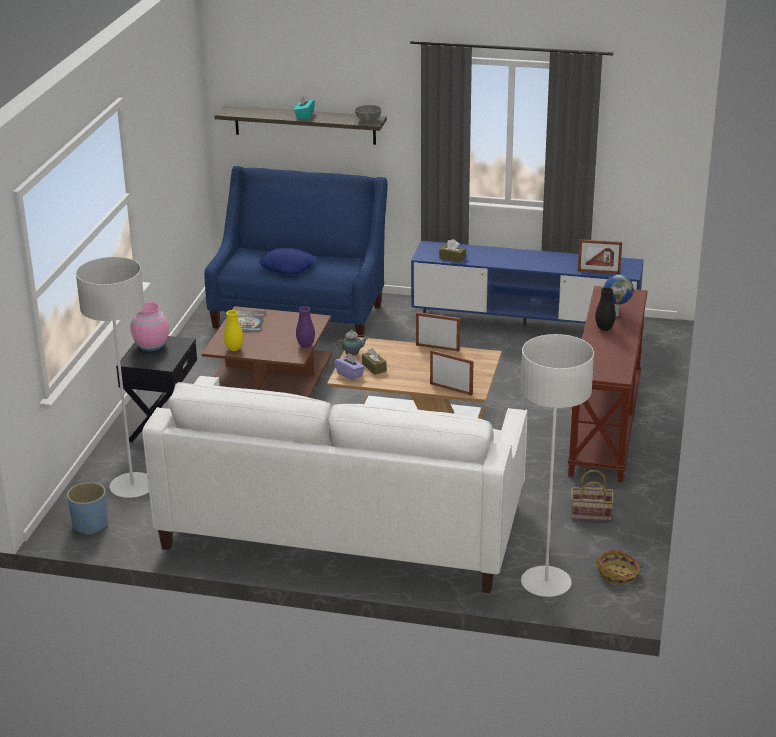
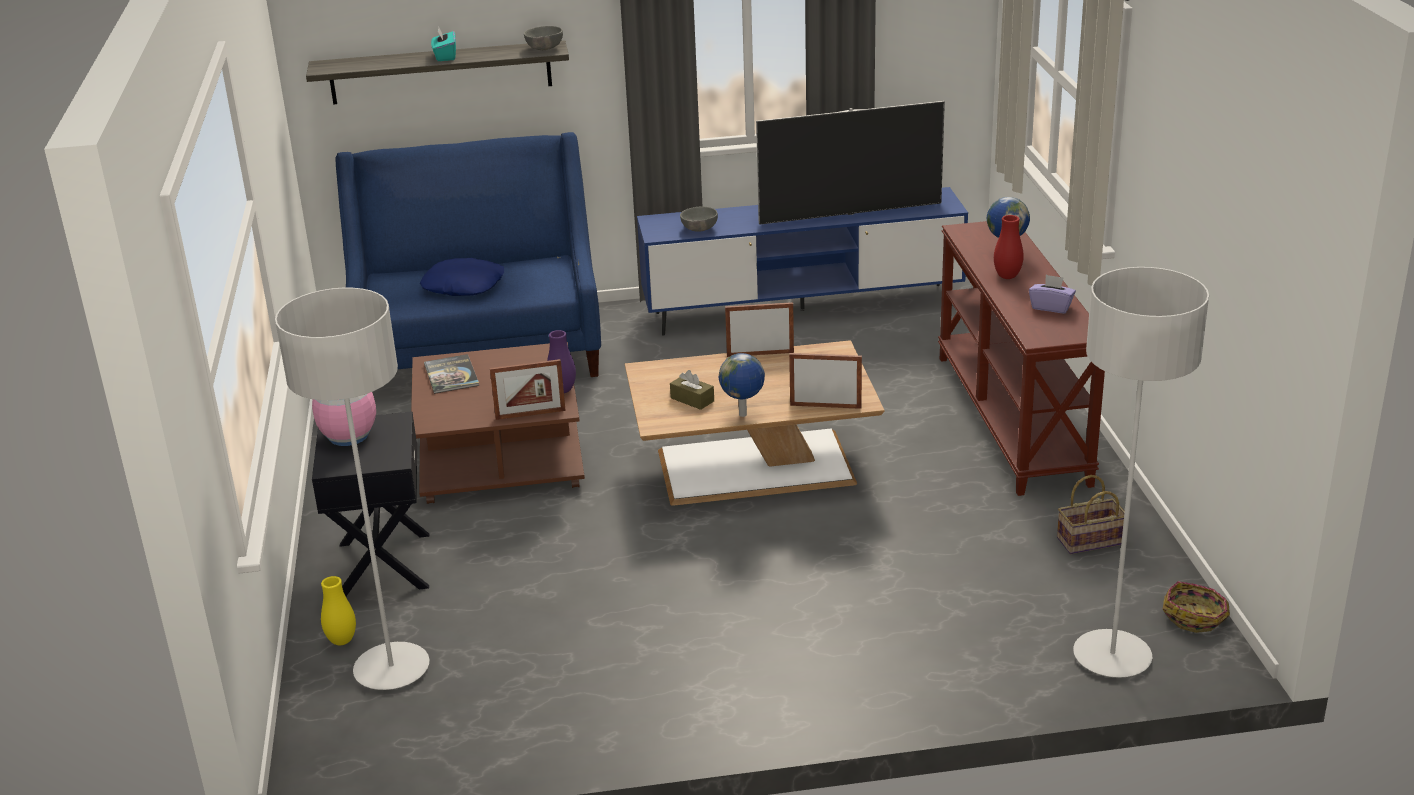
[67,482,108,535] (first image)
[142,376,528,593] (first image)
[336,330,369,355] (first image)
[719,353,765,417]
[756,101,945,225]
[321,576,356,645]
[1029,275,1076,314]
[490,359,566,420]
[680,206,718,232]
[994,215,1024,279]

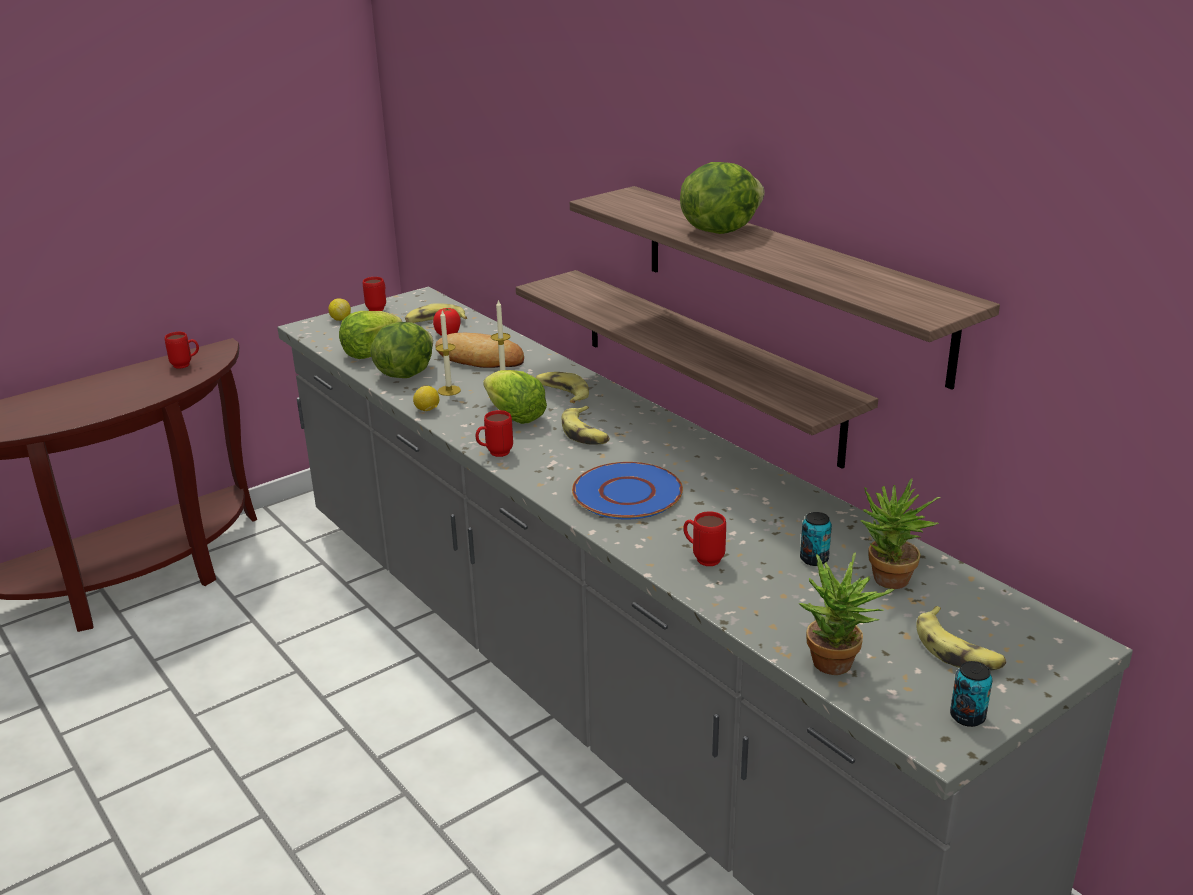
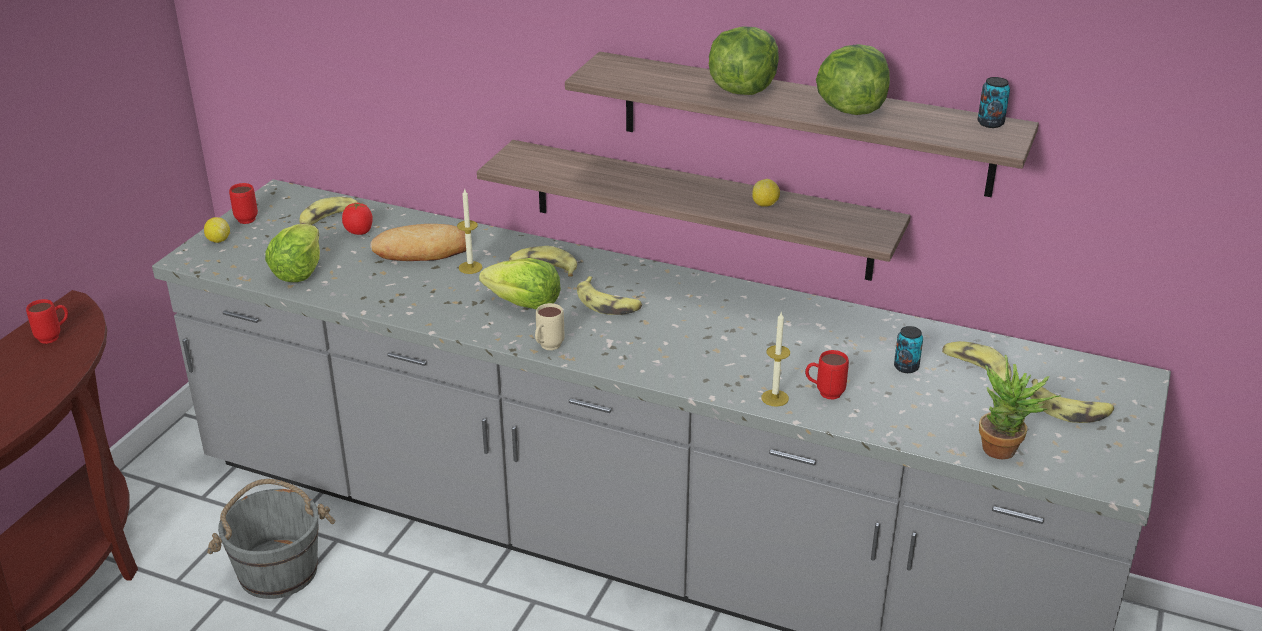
[572,462,683,520] (first image)
[207,479,335,599]
[816,44,890,115]
[752,179,780,207]
[761,312,790,407]
[978,77,1010,128]
[942,341,1012,388]
[535,303,564,350]

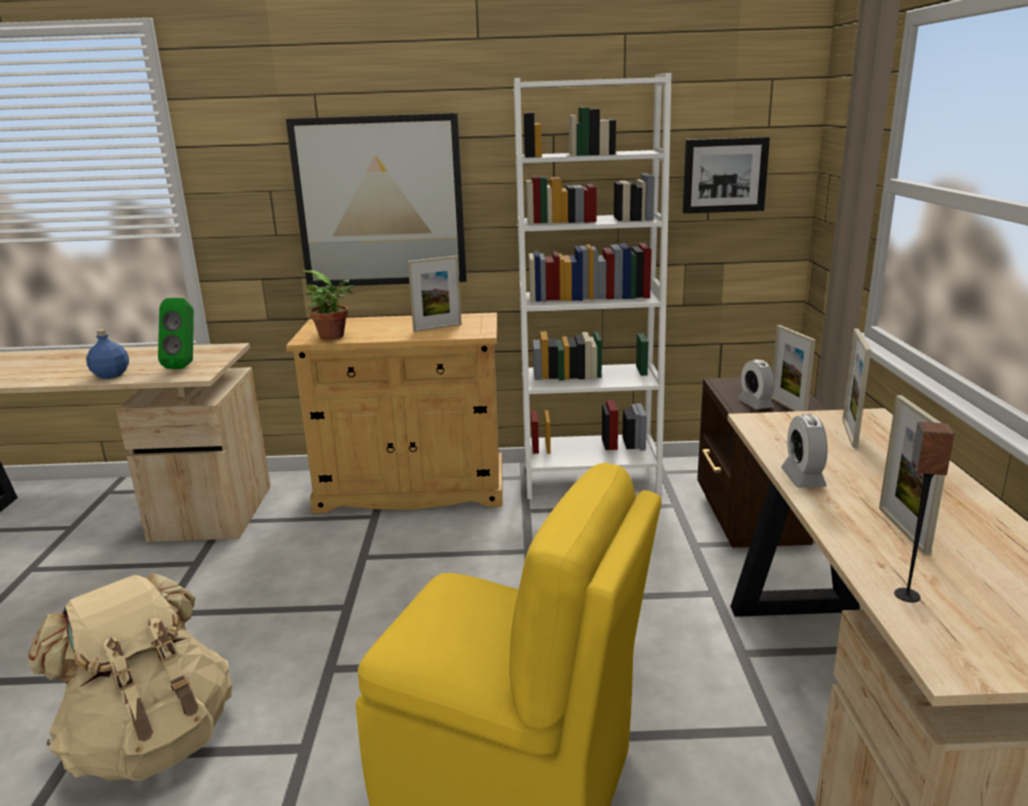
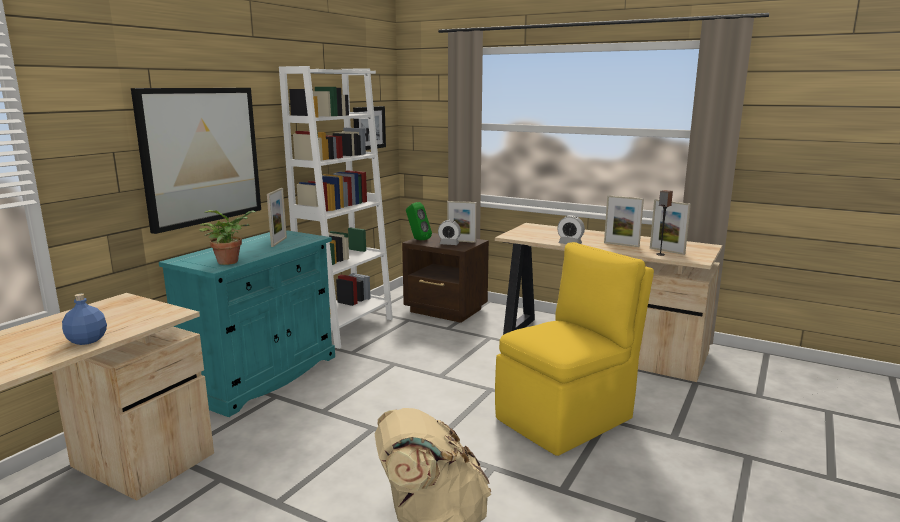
[406,202,432,240]
[650,199,691,255]
[159,230,335,417]

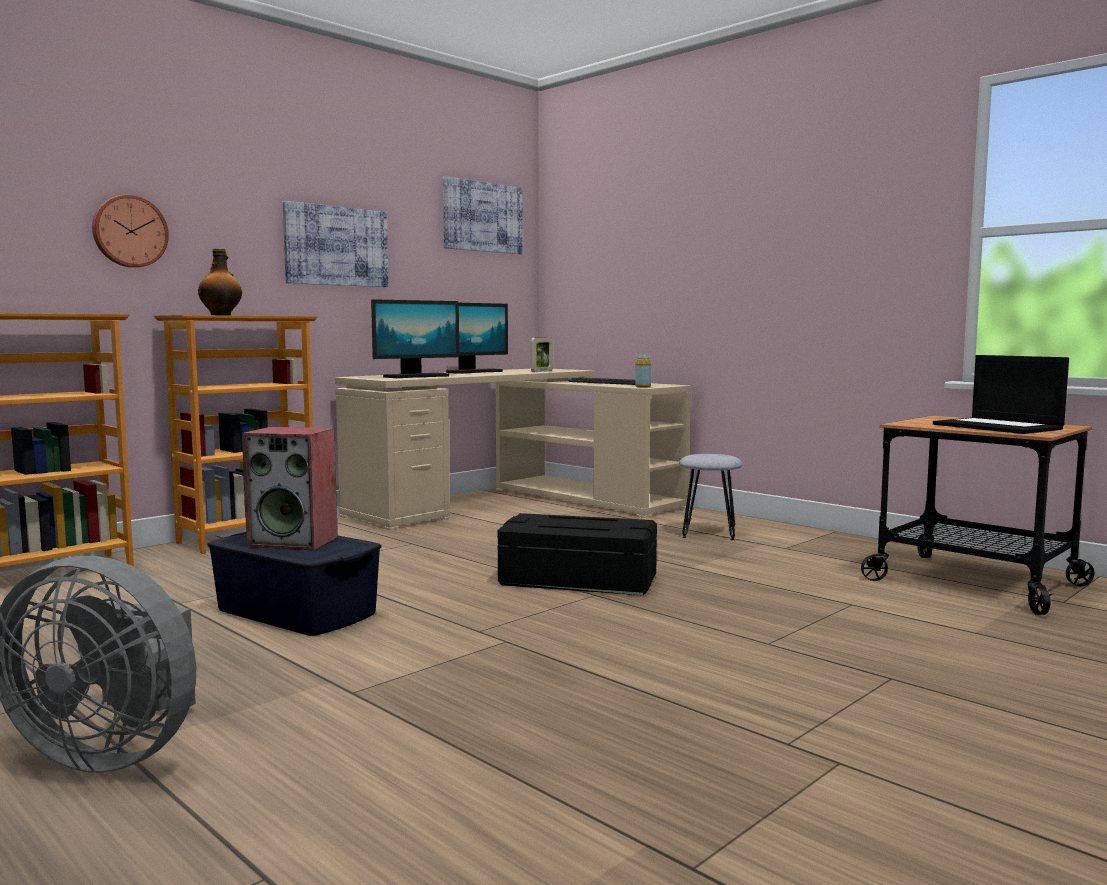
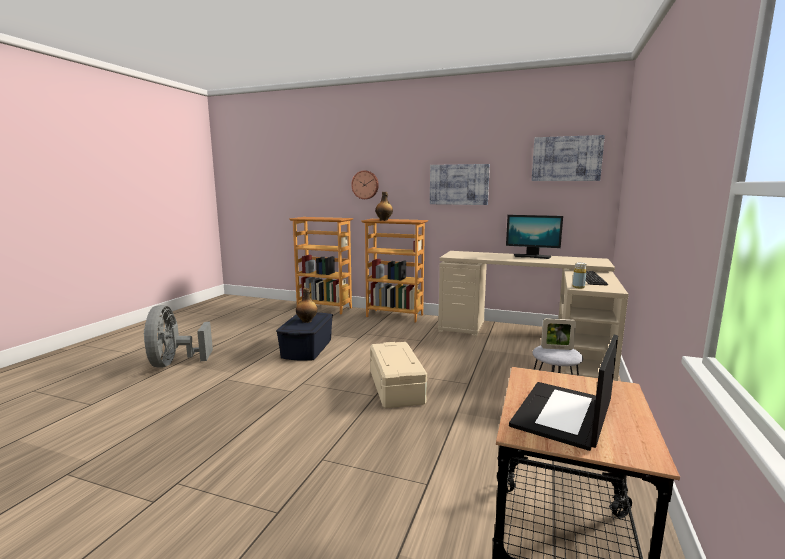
[371,299,459,378] (first image)
[541,318,576,350]
[296,288,318,323]
[370,342,427,408]

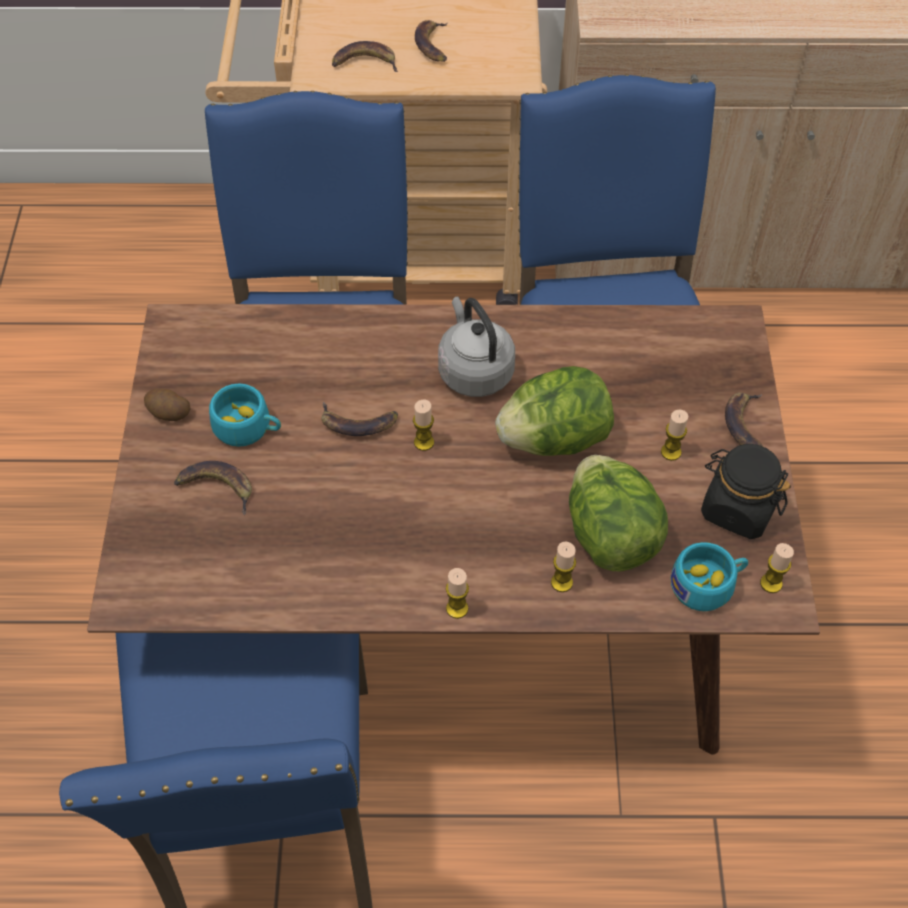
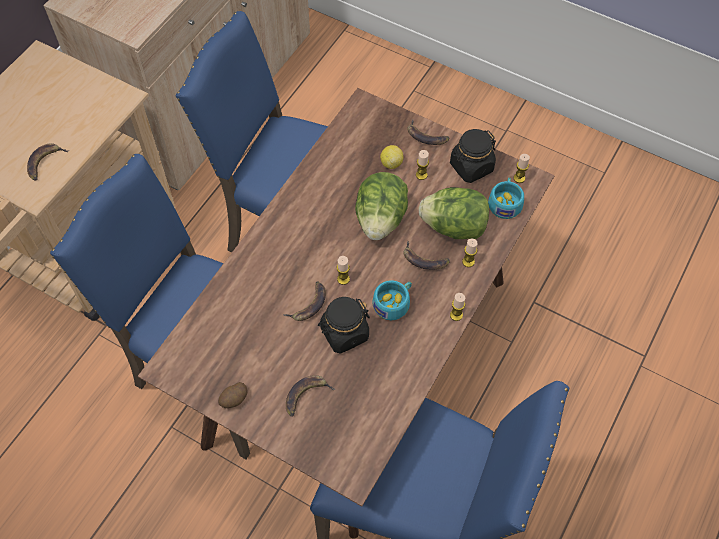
[438,296,515,397] (first image)
[318,297,370,353]
[380,145,403,169]
[372,280,412,320]
[403,240,450,270]

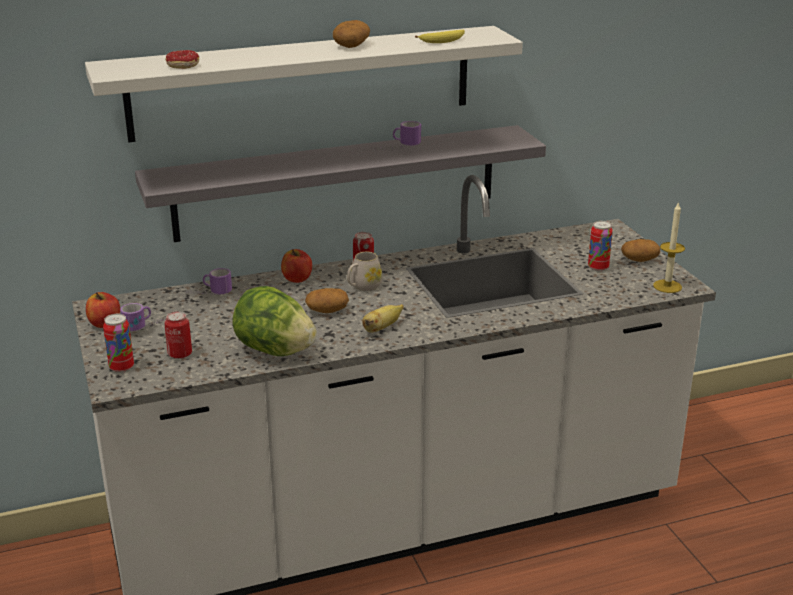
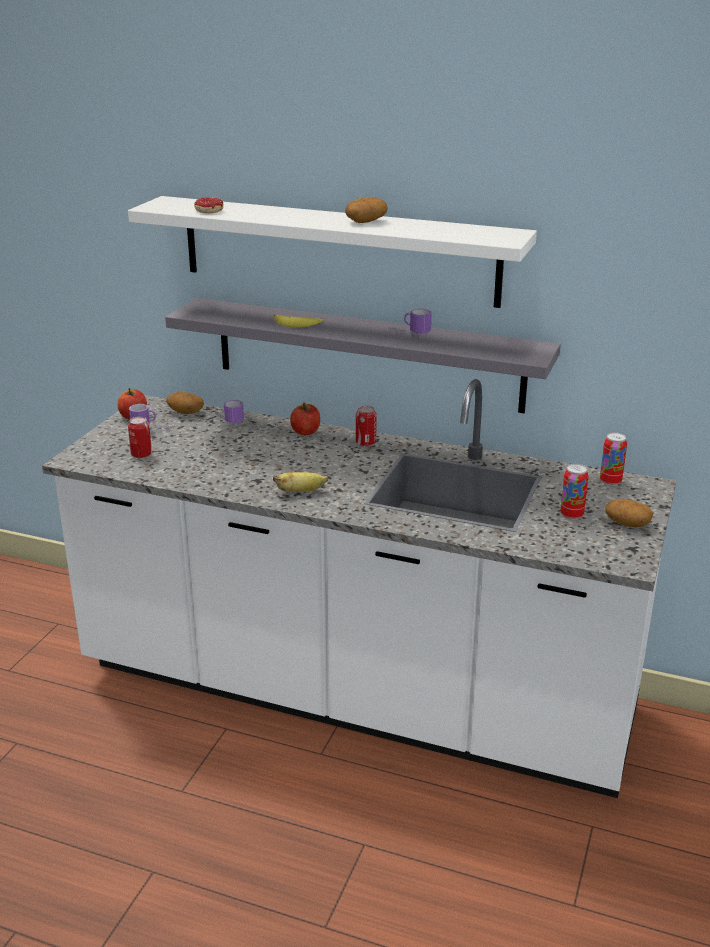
[232,286,317,356] (first image)
[347,252,382,291] (first image)
[653,201,685,293] (first image)
[600,432,627,486]
[166,392,204,414]
[274,315,323,328]

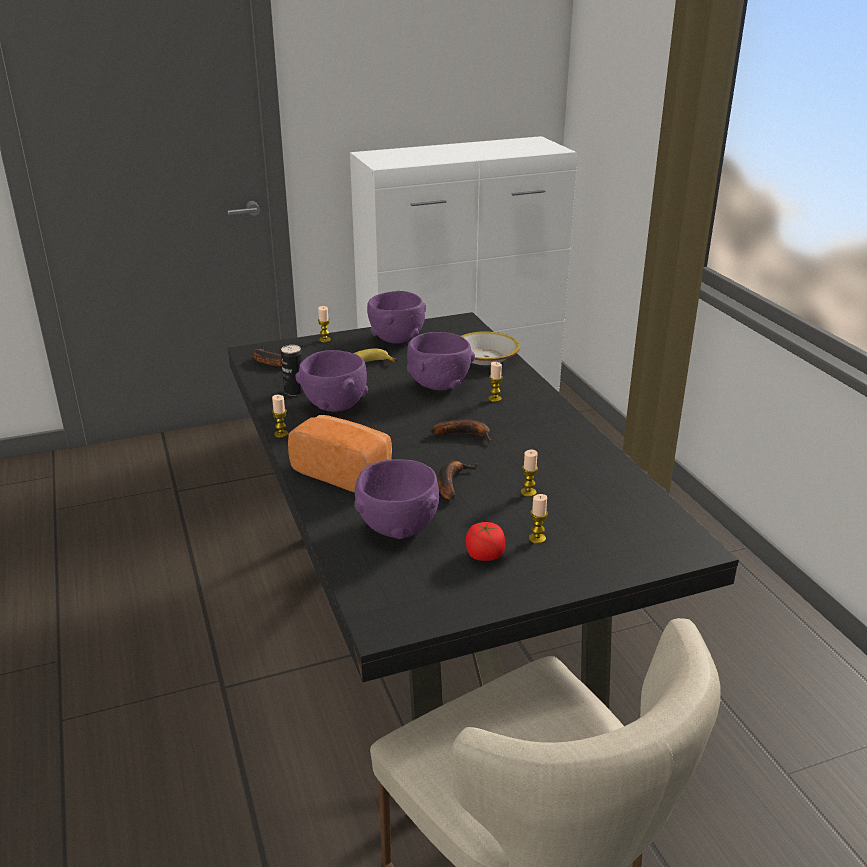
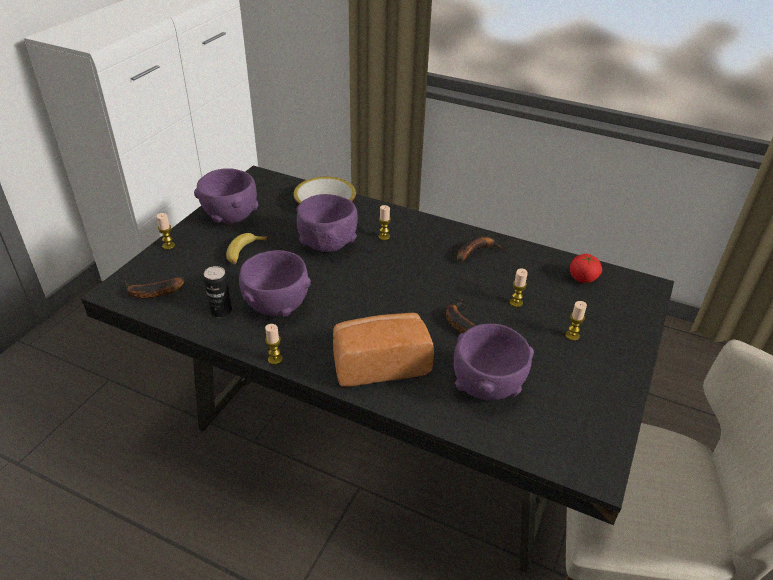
[457,236,505,262]
[570,254,602,283]

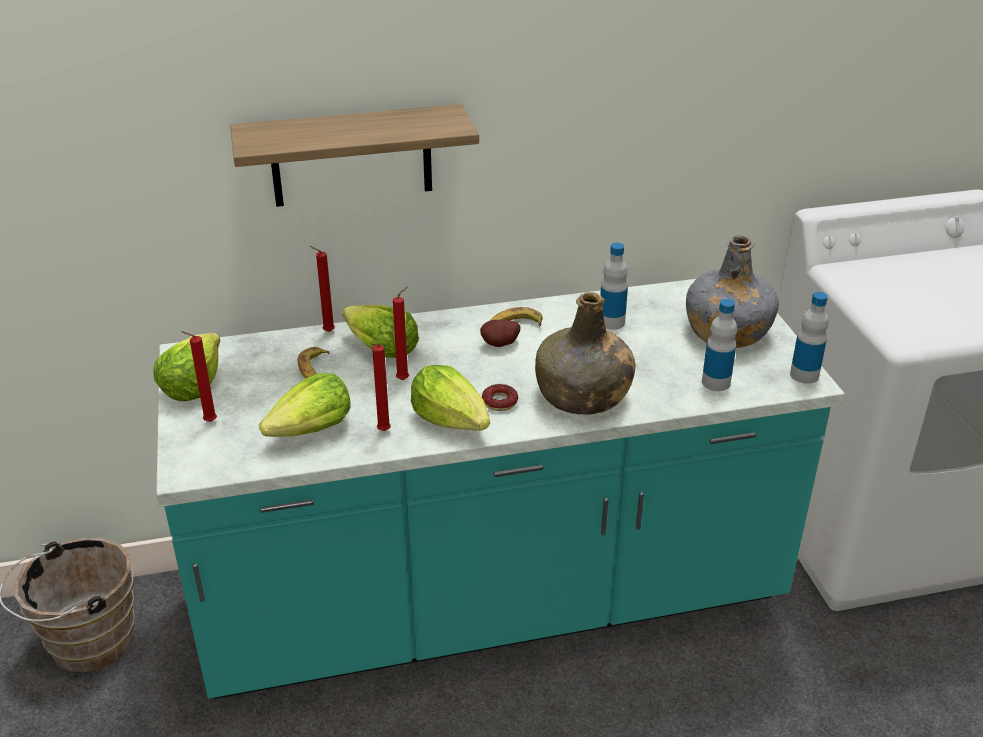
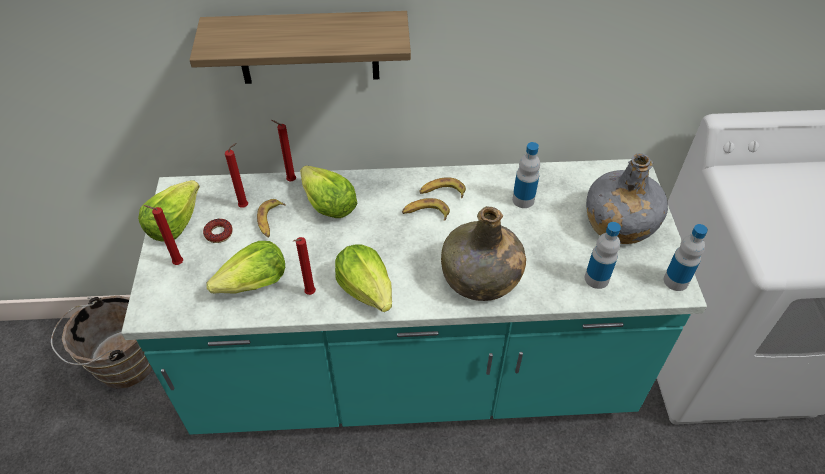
[225,143,248,208]
[203,219,233,243]
[402,198,450,221]

